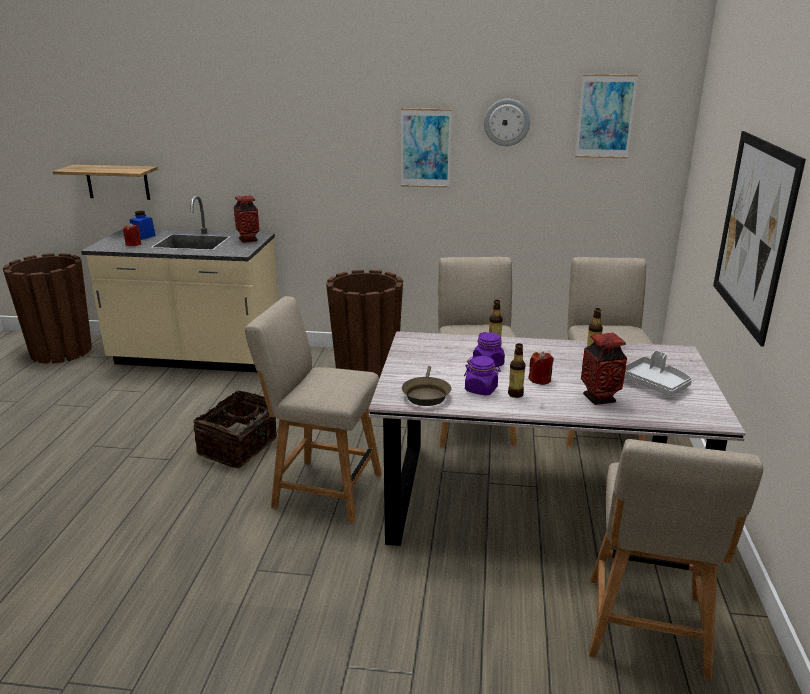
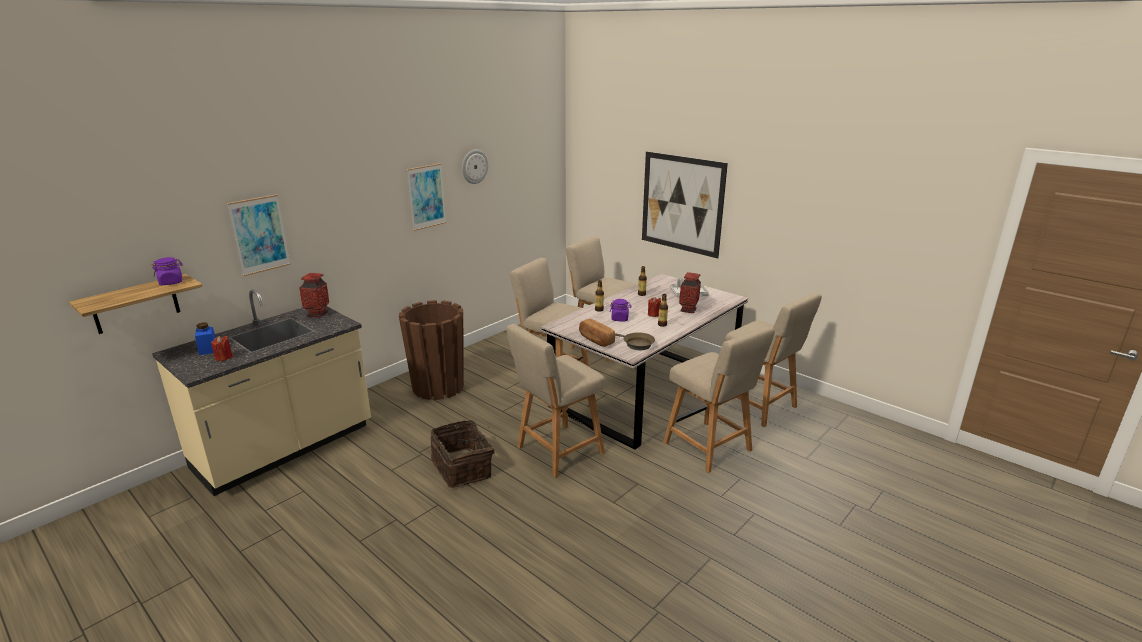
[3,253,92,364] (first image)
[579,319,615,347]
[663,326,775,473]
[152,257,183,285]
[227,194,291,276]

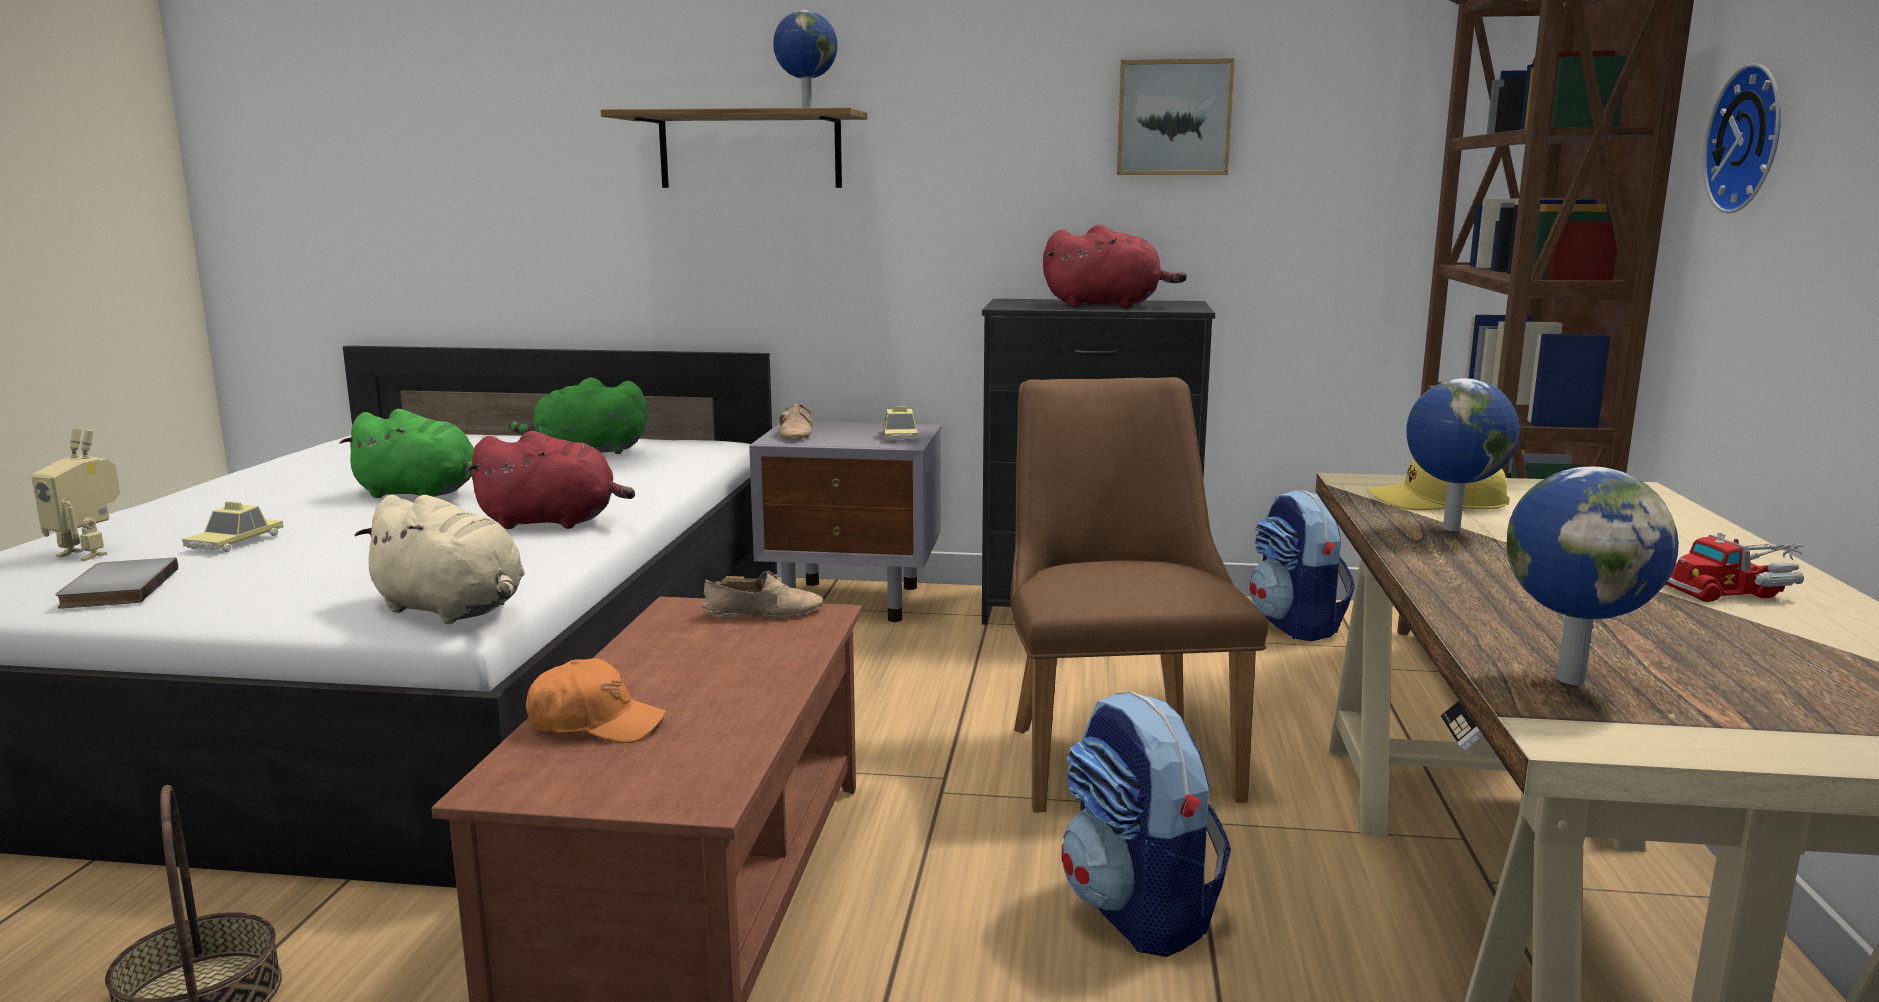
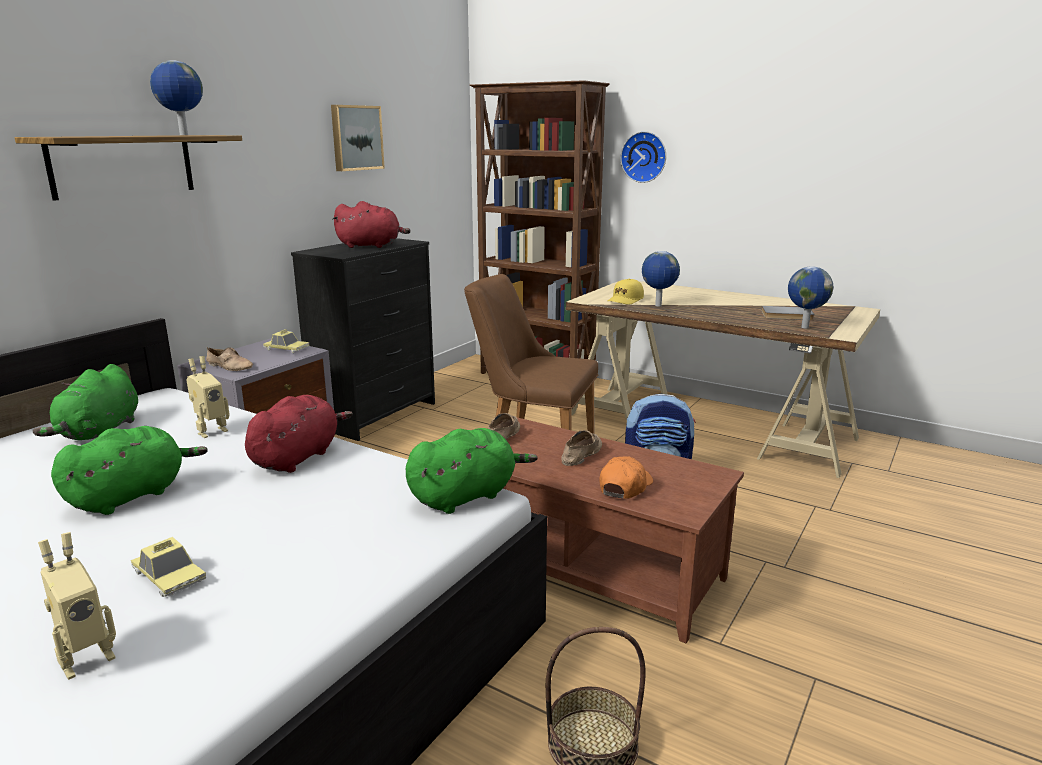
[1250,490,1355,641] (first image)
[1665,533,1805,602] (first image)
[186,356,230,438]
[561,430,602,466]
[761,306,815,320]
[406,428,537,514]
[332,201,411,248]

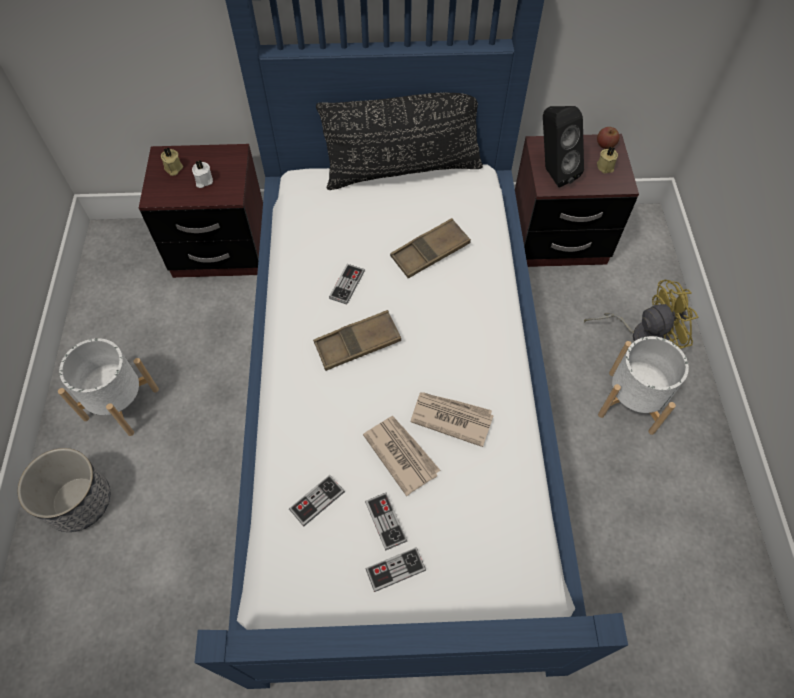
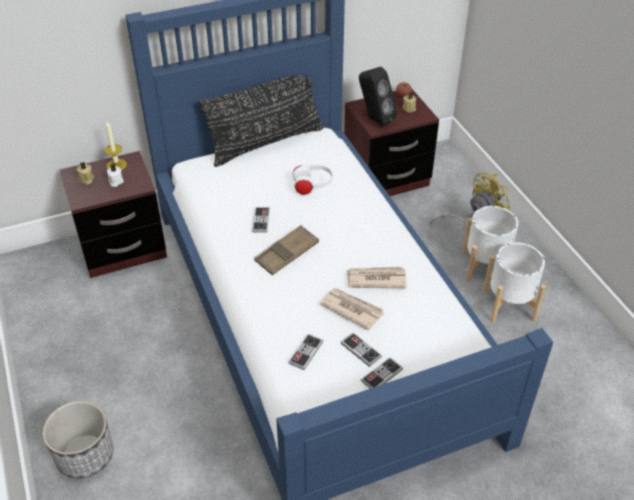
[105,121,127,170]
[483,242,546,323]
[290,164,333,195]

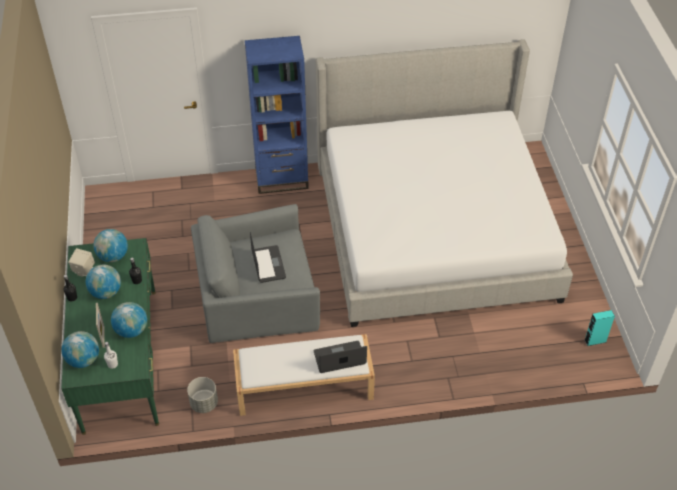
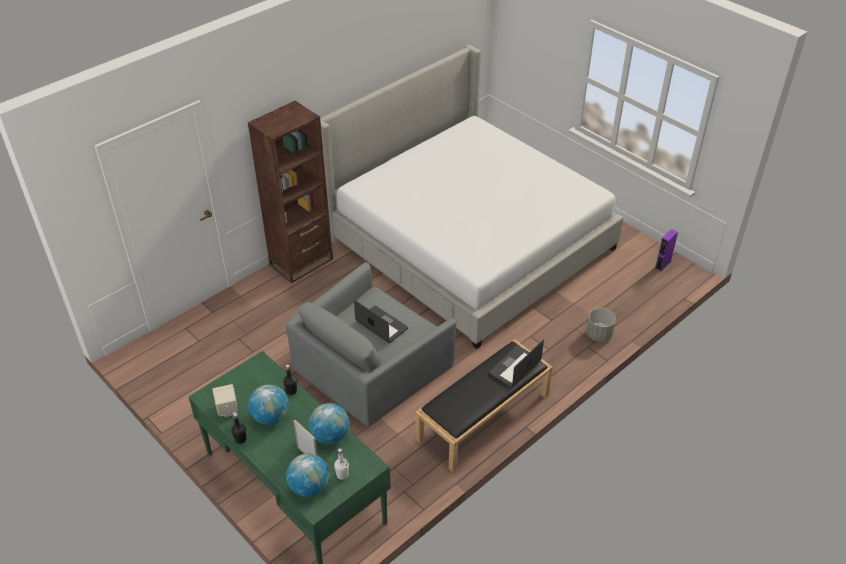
[93,229,128,262] (first image)
[586,308,616,342]
[416,339,553,472]
[248,101,333,283]
[655,229,678,271]

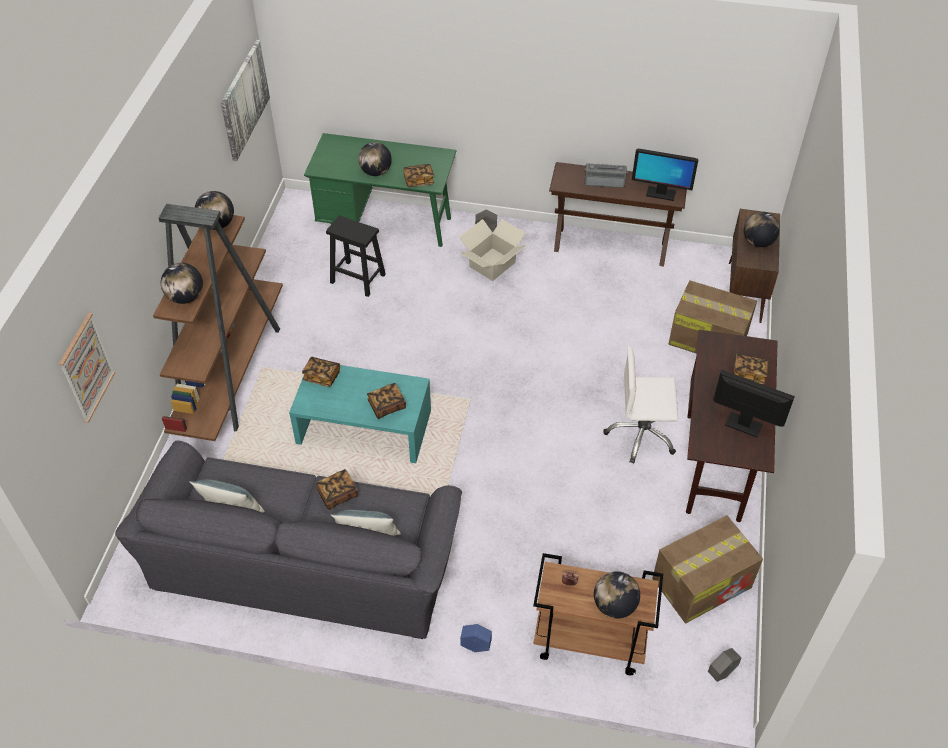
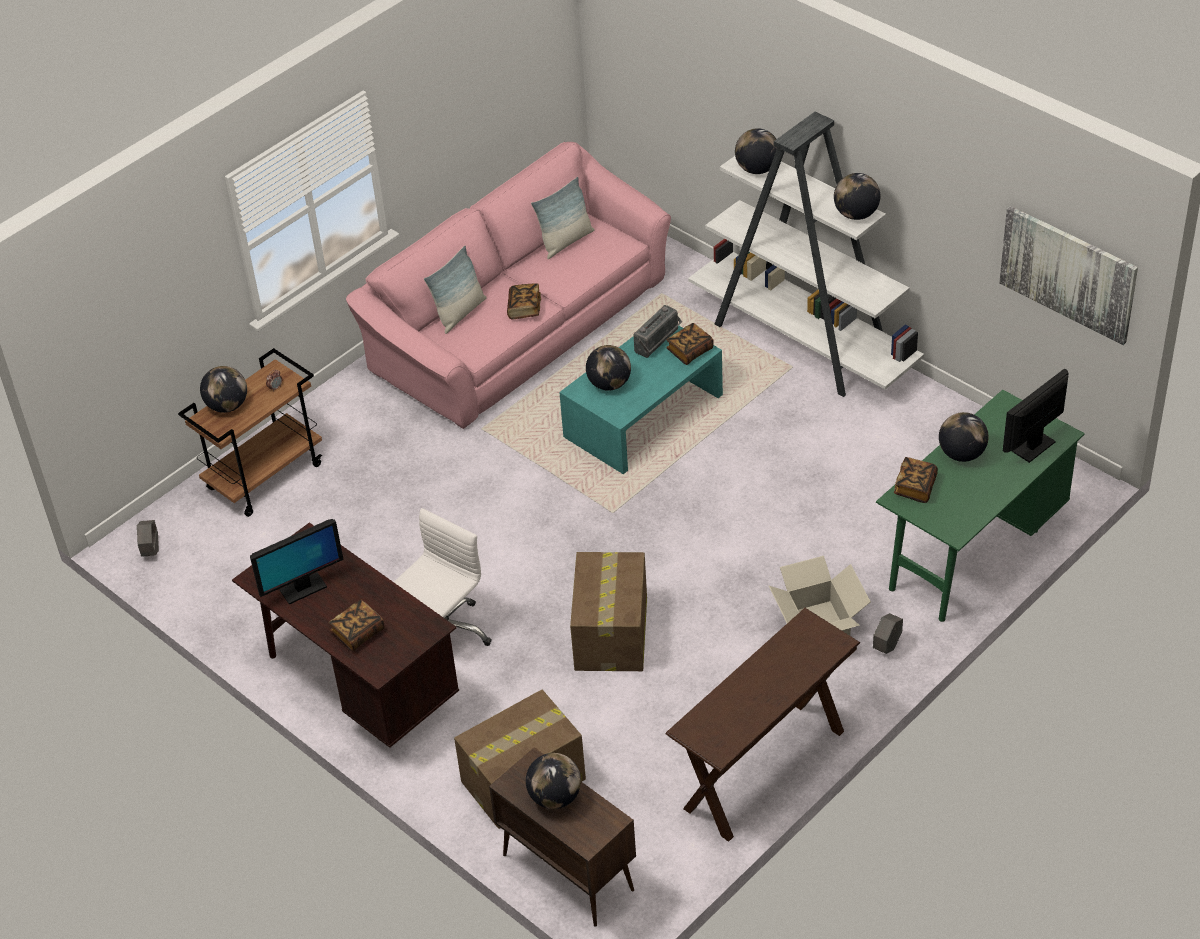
[59,313,115,423] (first image)
[326,215,386,297] (first image)
[460,624,492,652] (first image)
[634,305,682,358]
[1003,368,1069,463]
[570,552,647,671]
[586,345,631,391]
[346,142,671,429]
[688,112,924,397]

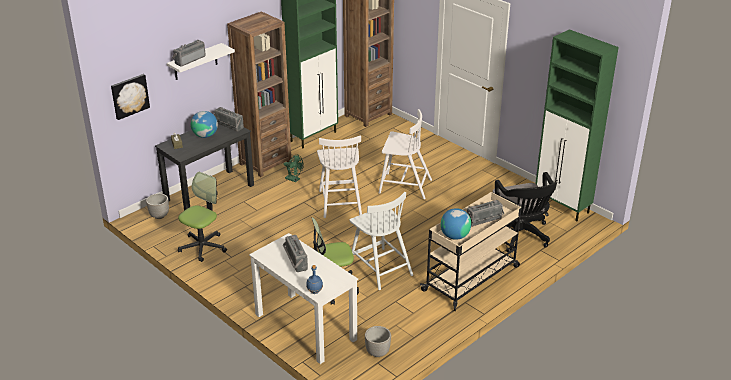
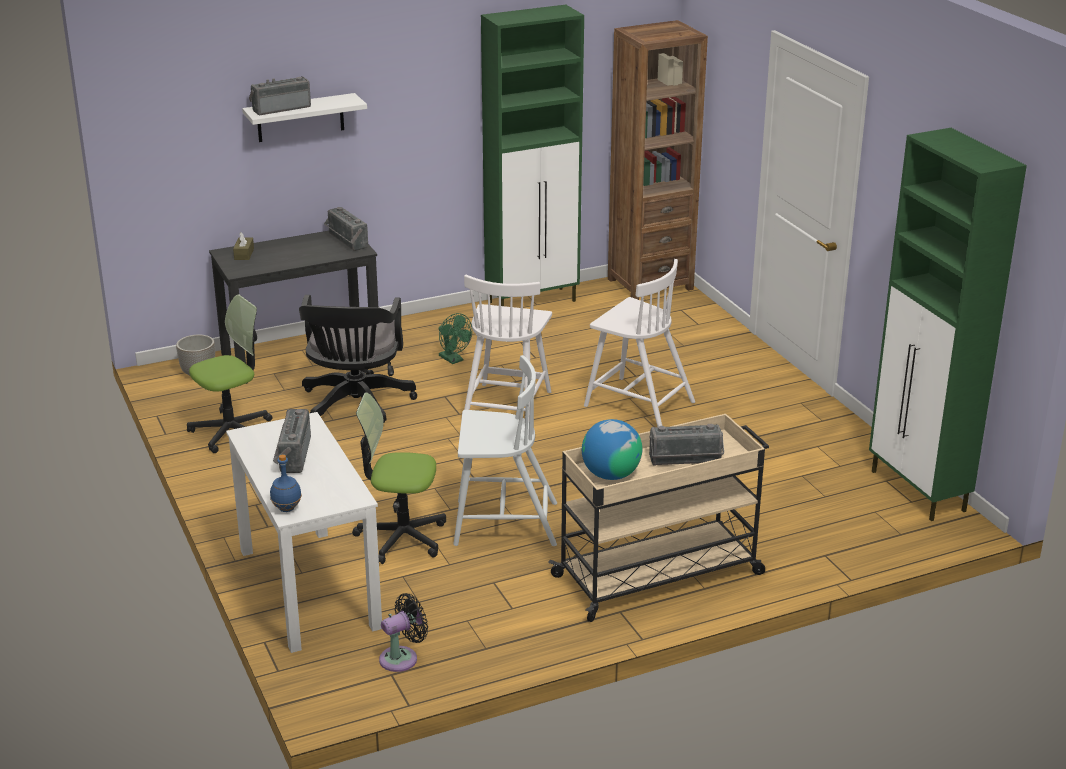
[111,74,150,120] (first image)
[191,111,218,138] (first image)
[227,11,292,177] (first image)
[299,295,417,422]
[379,593,428,672]
[453,355,557,546]

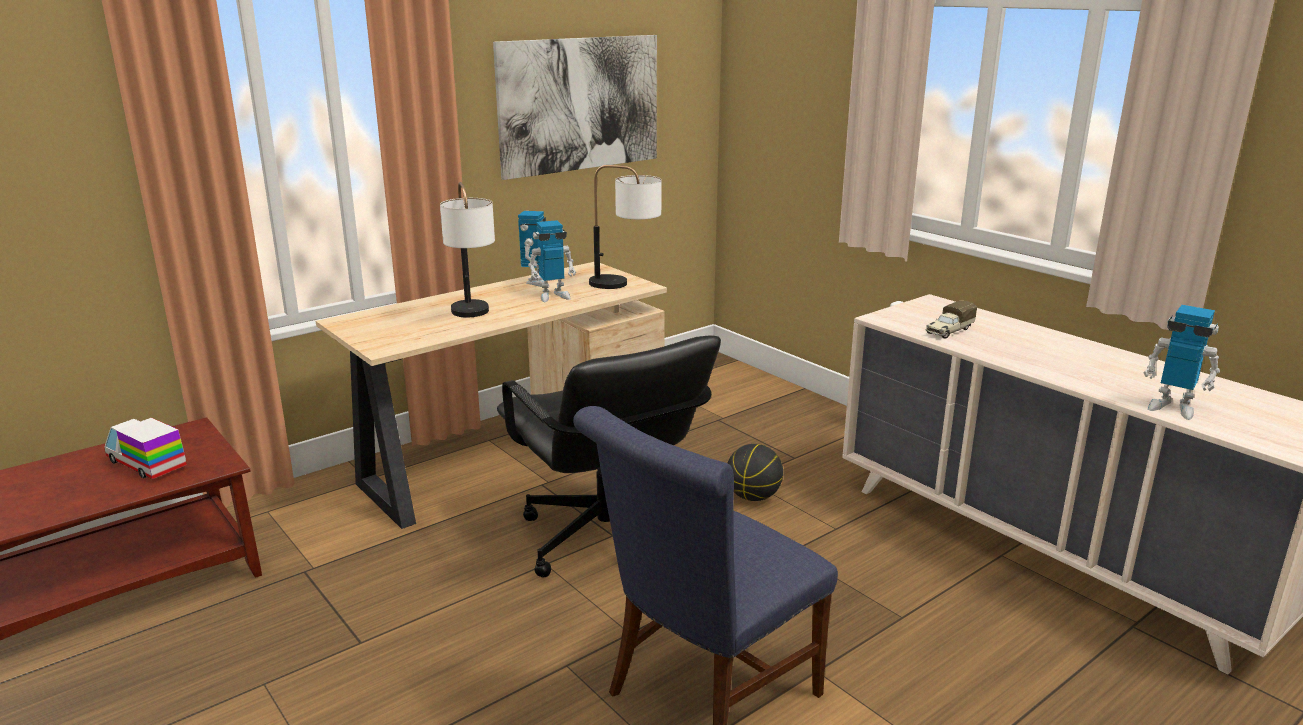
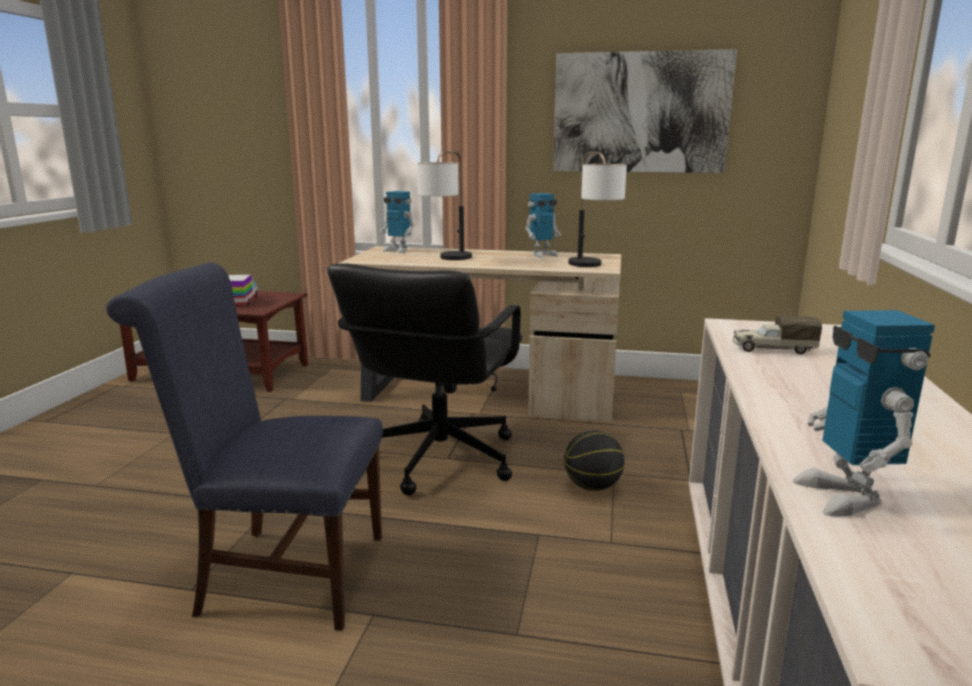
[380,191,415,253]

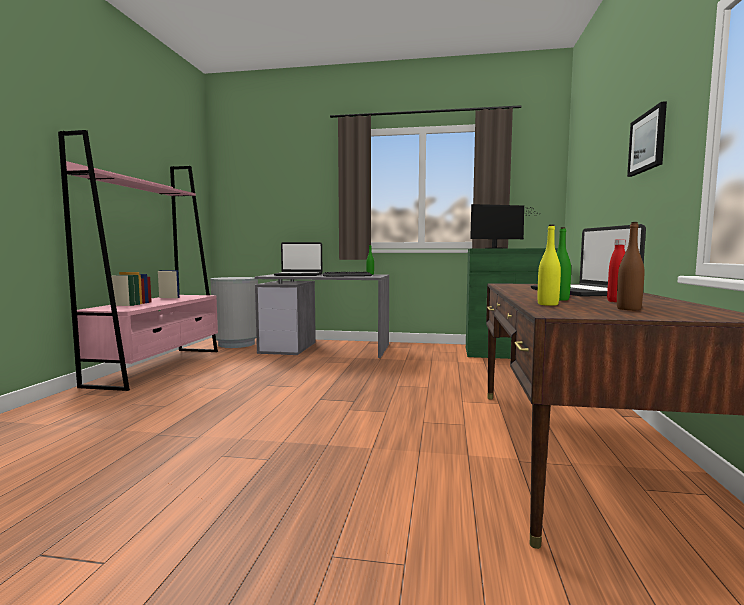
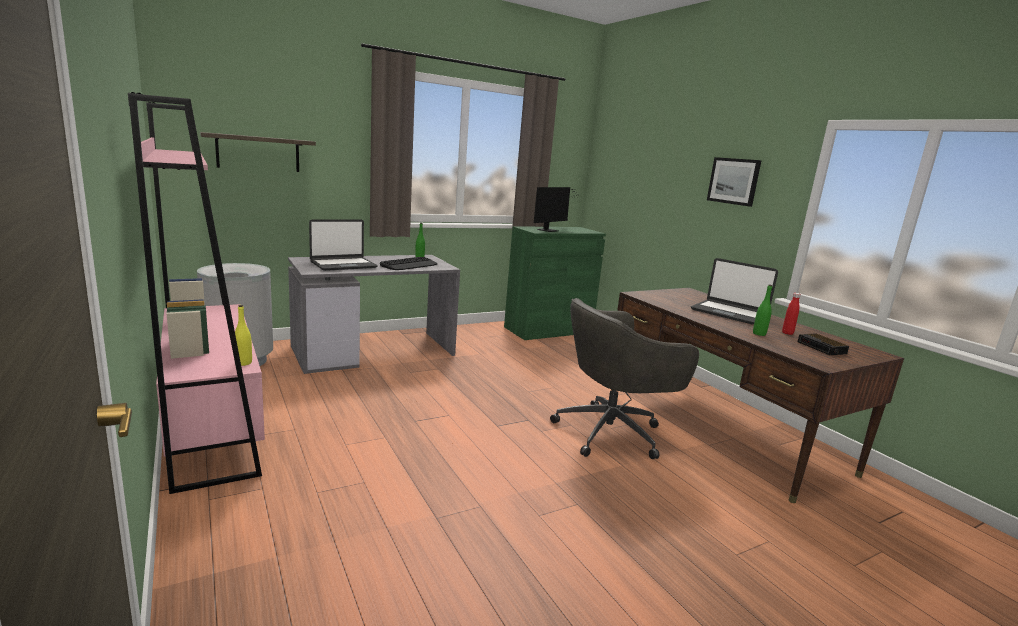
[200,132,316,172]
[550,298,699,459]
[235,305,252,366]
[798,333,849,355]

